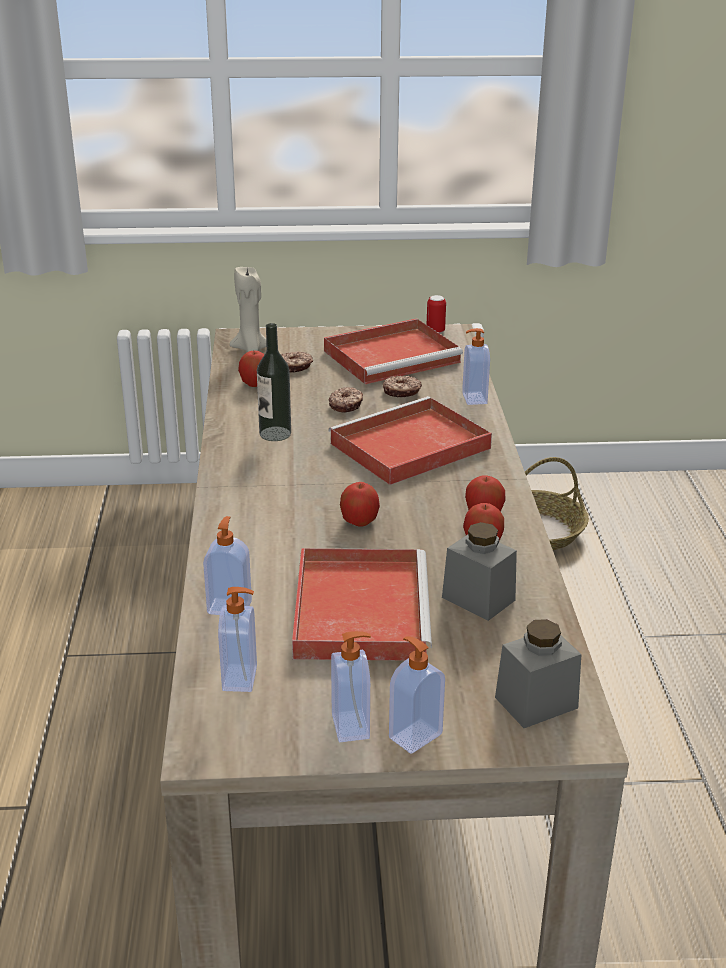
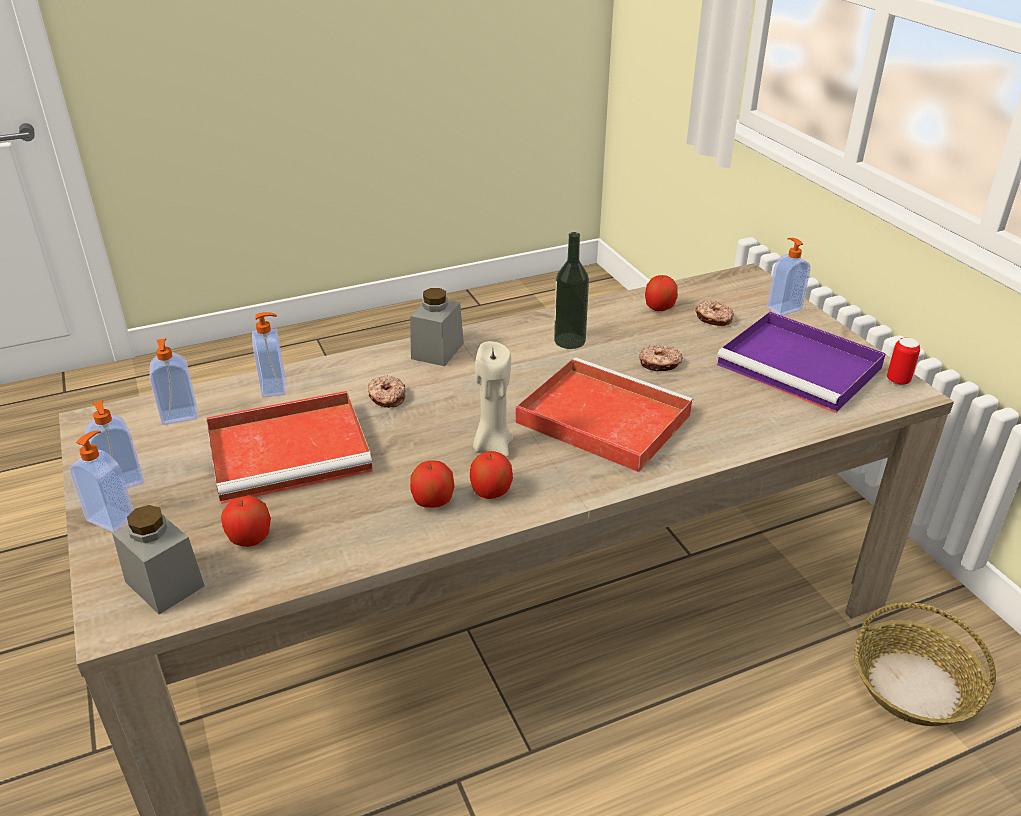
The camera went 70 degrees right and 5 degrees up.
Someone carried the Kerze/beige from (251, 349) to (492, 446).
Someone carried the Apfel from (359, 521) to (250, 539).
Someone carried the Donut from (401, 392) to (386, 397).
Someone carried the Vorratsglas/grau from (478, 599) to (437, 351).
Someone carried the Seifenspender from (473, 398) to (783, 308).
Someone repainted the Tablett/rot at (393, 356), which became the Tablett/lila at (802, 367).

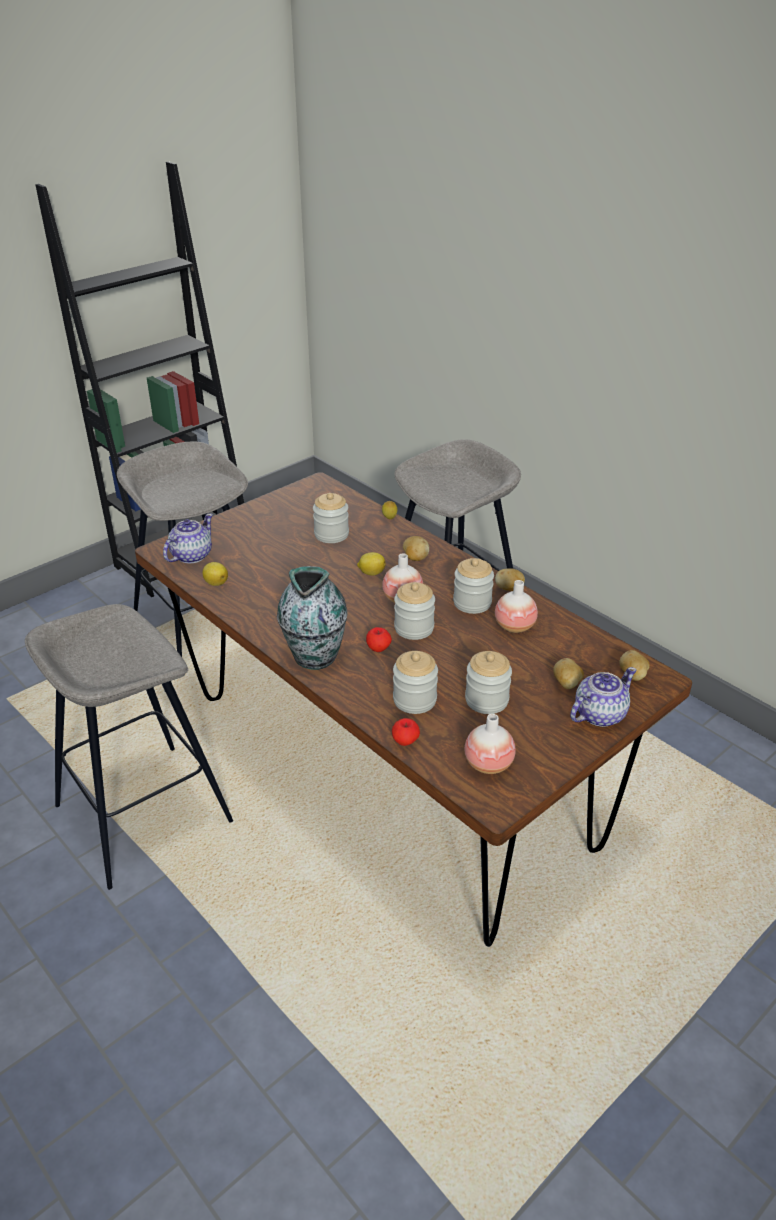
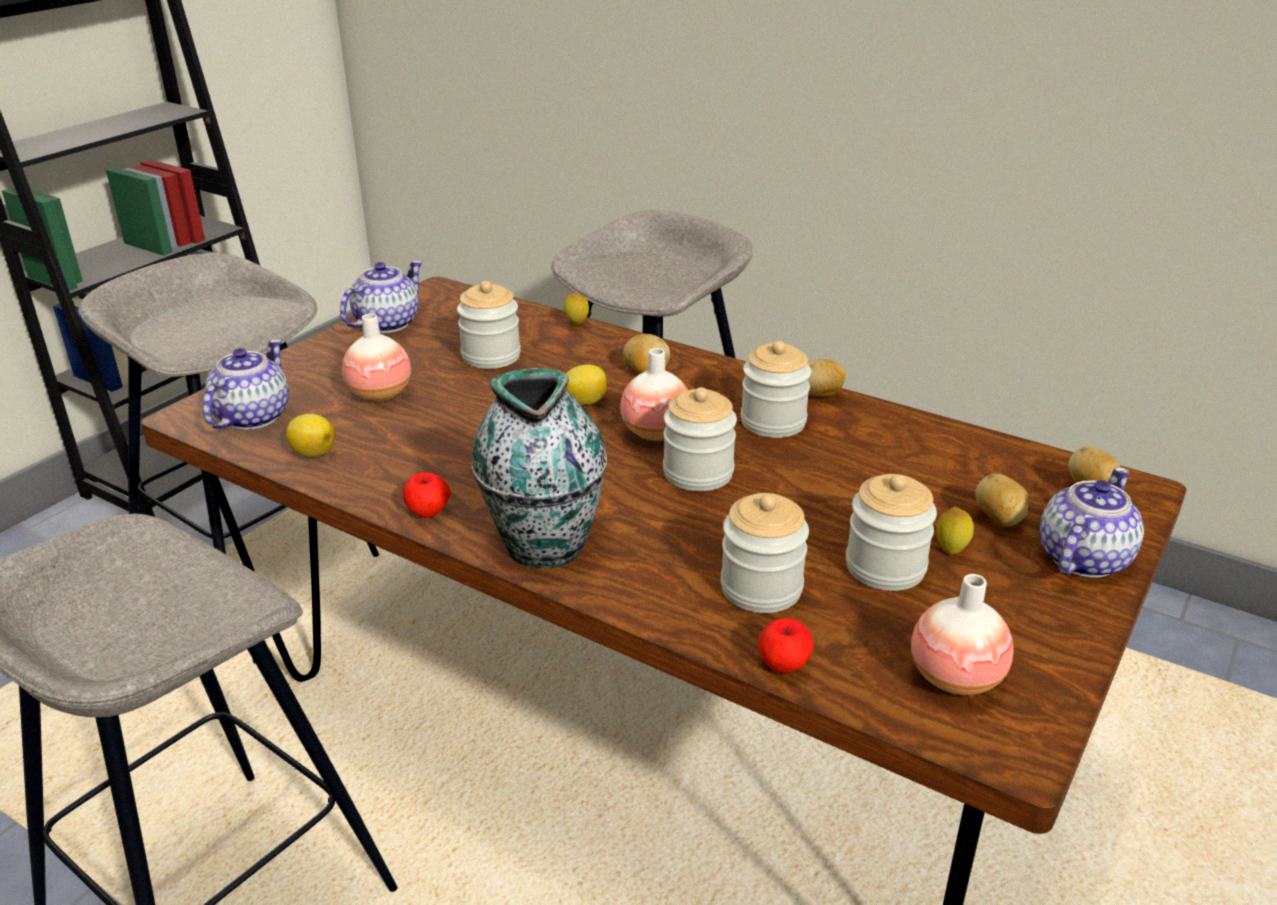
The camera went 15 degrees left and 5 degrees down.
Someone put down the Teekanne at (386, 323).
Someone put down the Zitrone at (951, 550).
Someone carried the Apfel from (378, 648) to (428, 512).
Someone carried the Vase from (514, 627) to (380, 394).

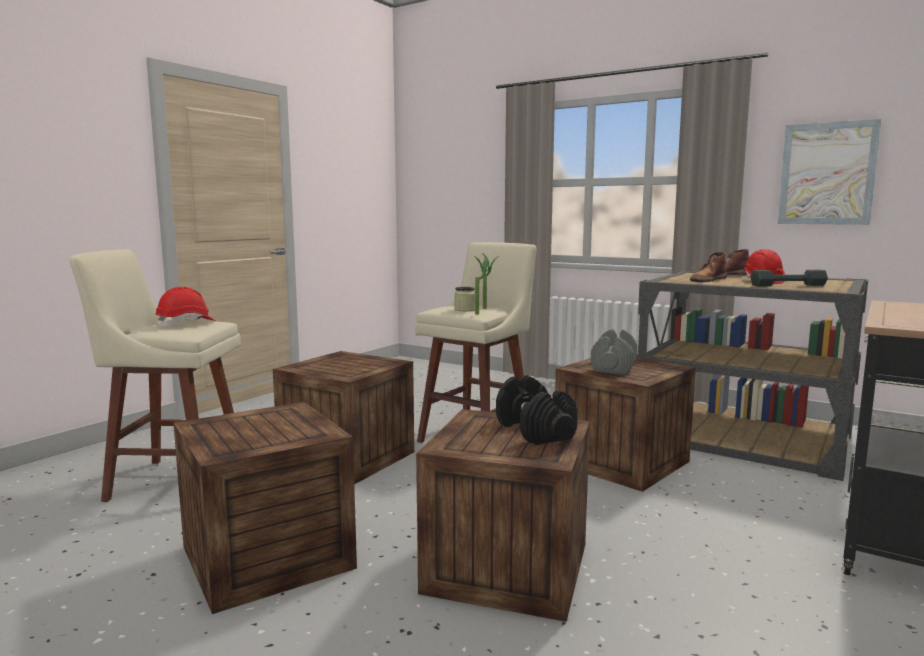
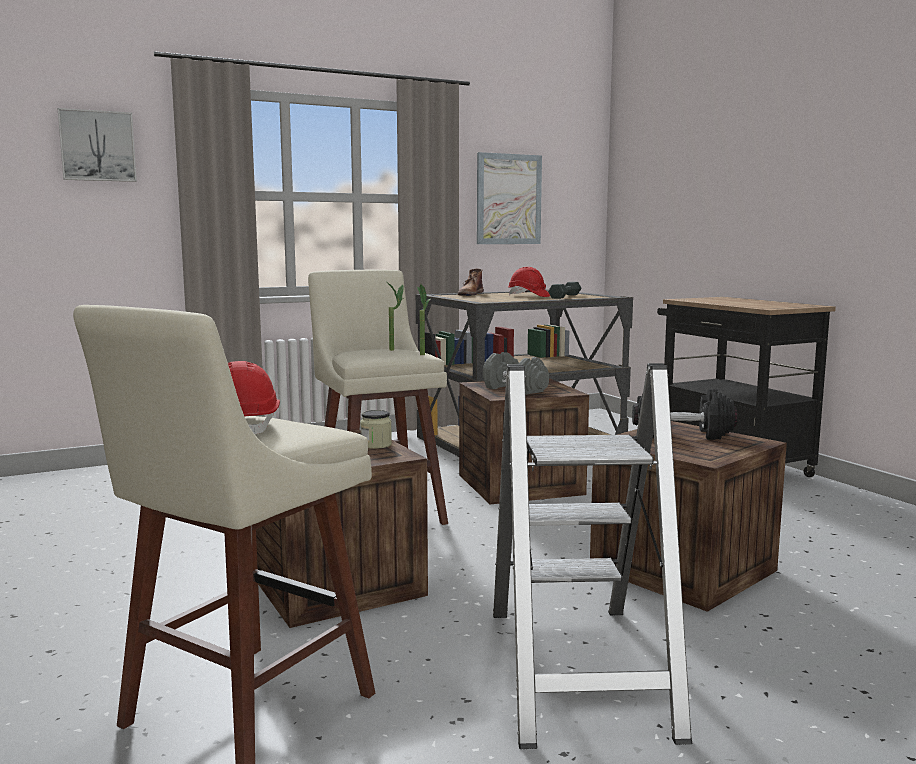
The camera went 60 degrees left and 0 degrees up.
Someone took away the Stiefel/braun at (707, 280).
Someone put up the Bild at (97, 146).
Someone carried the Vorratsglas from (464, 309) to (376, 445).
Someone swapped the Kiste at (267, 557) for the Trittleiter/grau at (578, 671).

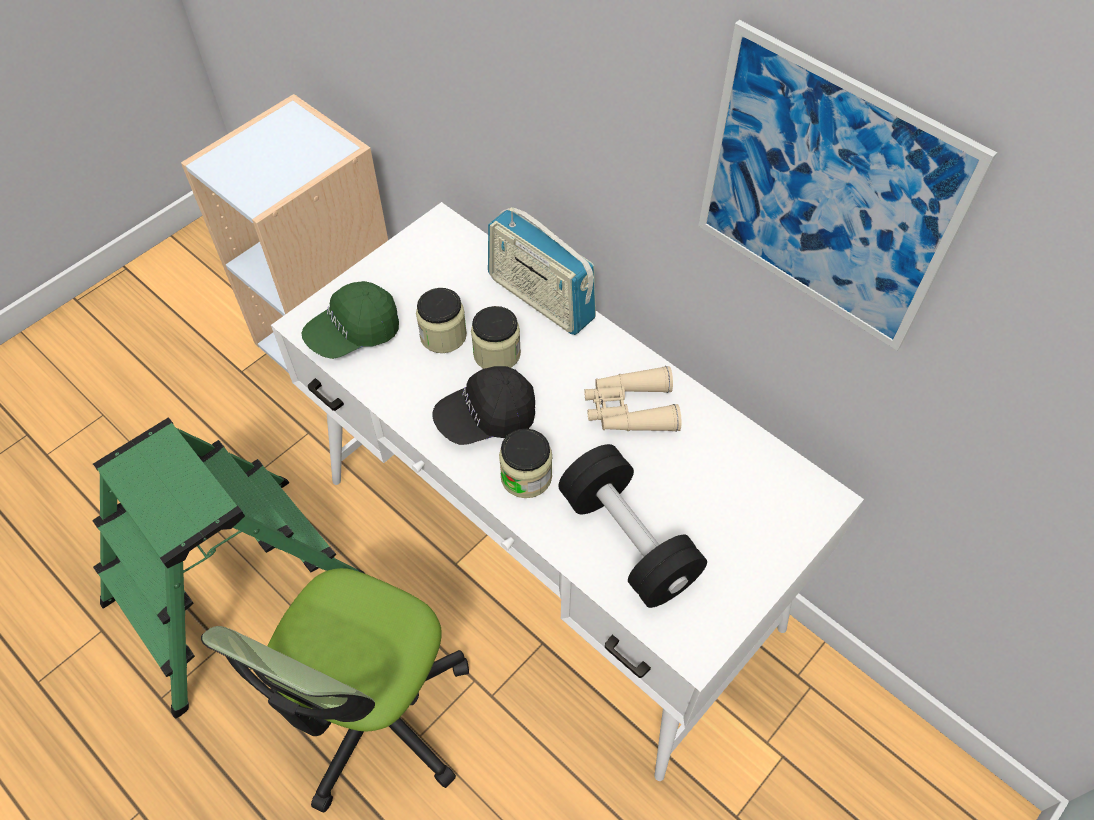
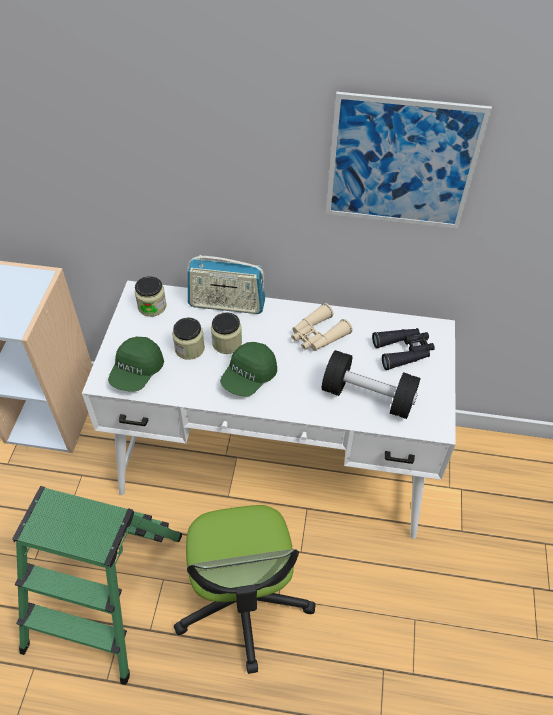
The camera went 35 degrees left and 5 degrees down.
Someone put down the Fernglas/schwarz at (403, 351).
Someone carried the Vorratsglas from (526, 476) to (152, 306).
Someone repainted the Kappe/schwarz at (486, 417), which became the Kappe/grün at (249, 377).

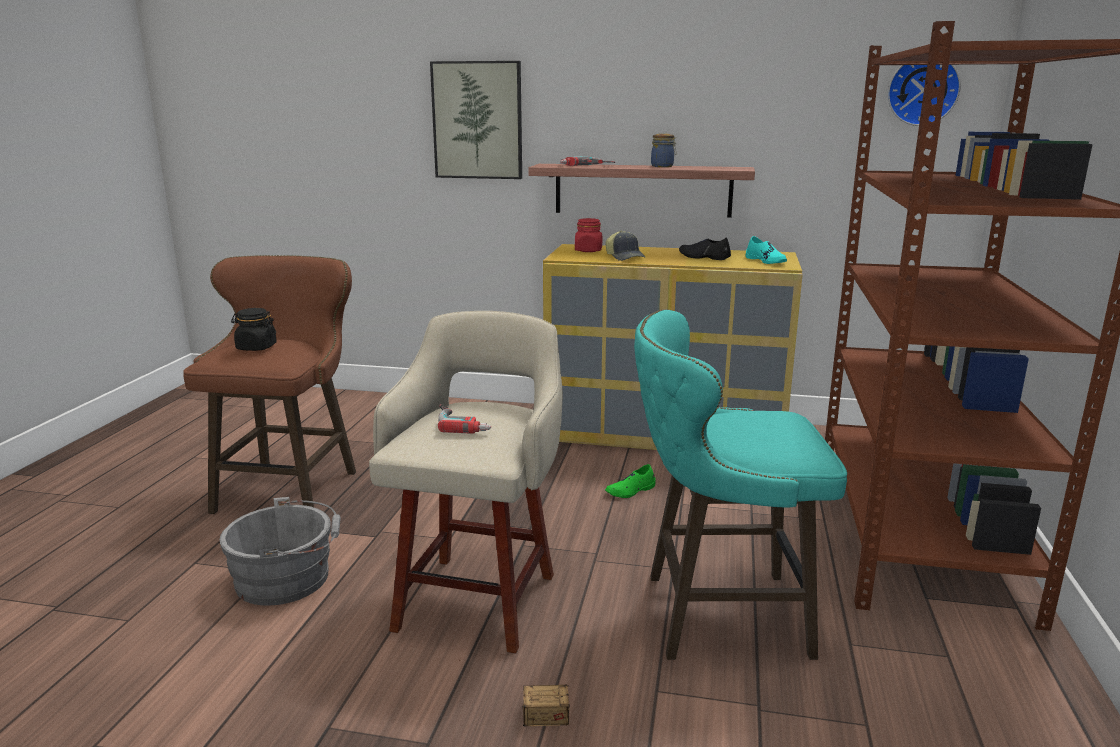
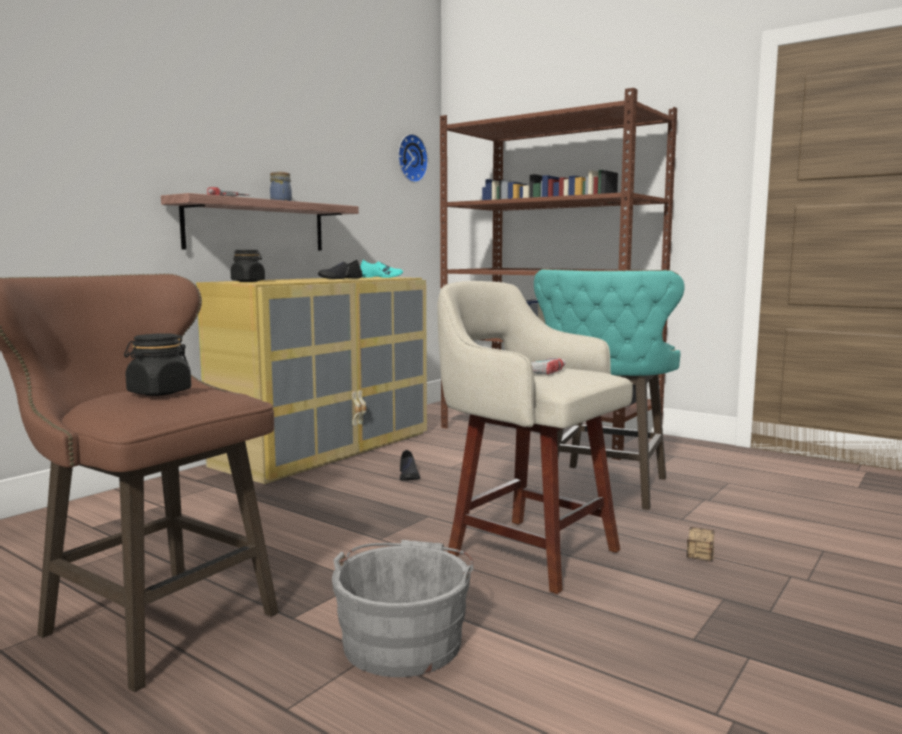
The camera went 65 degrees left and 10 degrees down.
Someone took away the Bild at (478, 120).
Someone took away the Kappe at (625, 257).
Someone repainted the Vorratsglas/rot at (588, 250), which became the Vorratsglas/schwarz at (248, 281).
Someone repainted the Schuh/grün at (630, 491), which became the Schuh/schwarz at (408, 475).

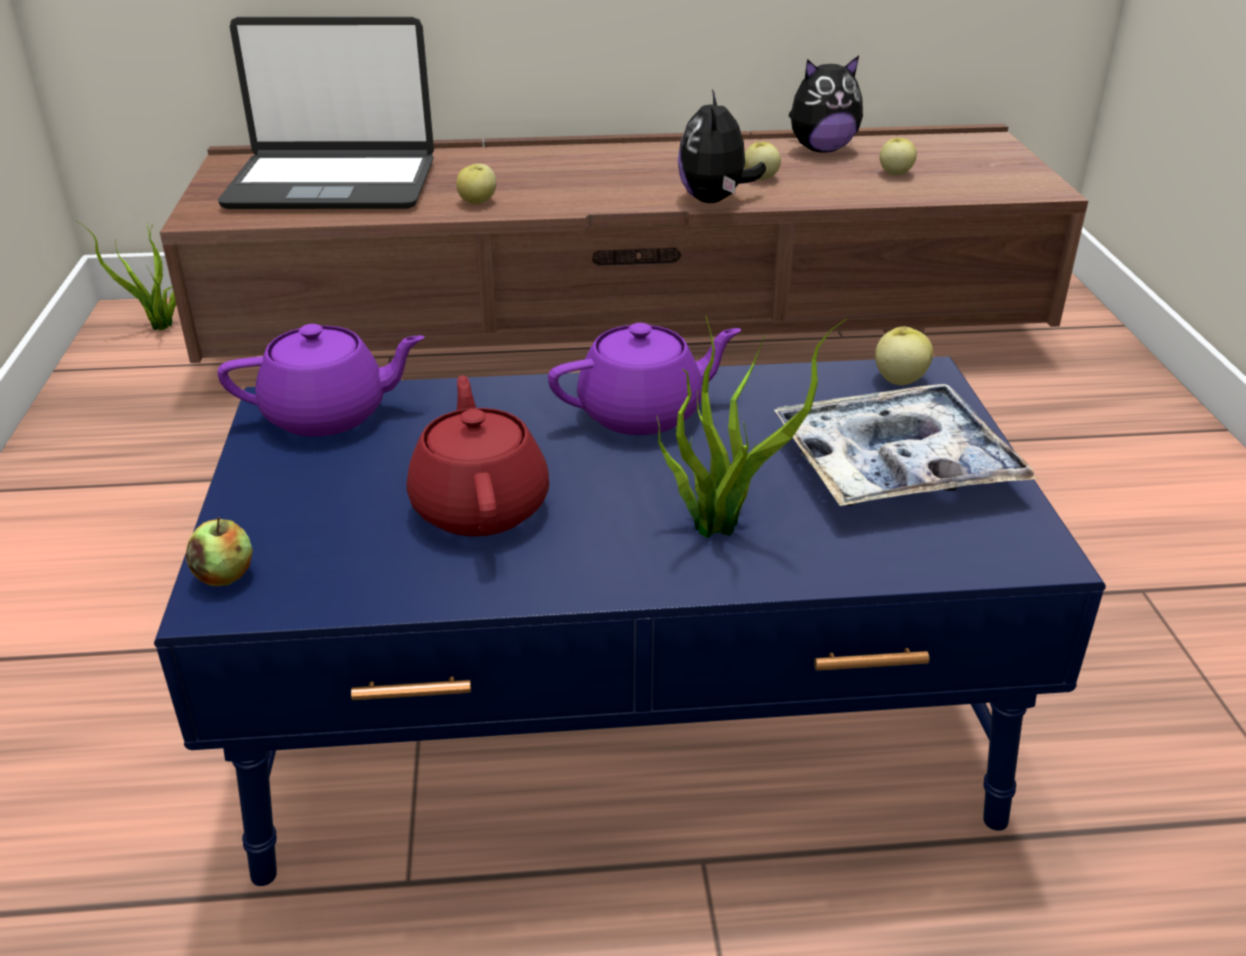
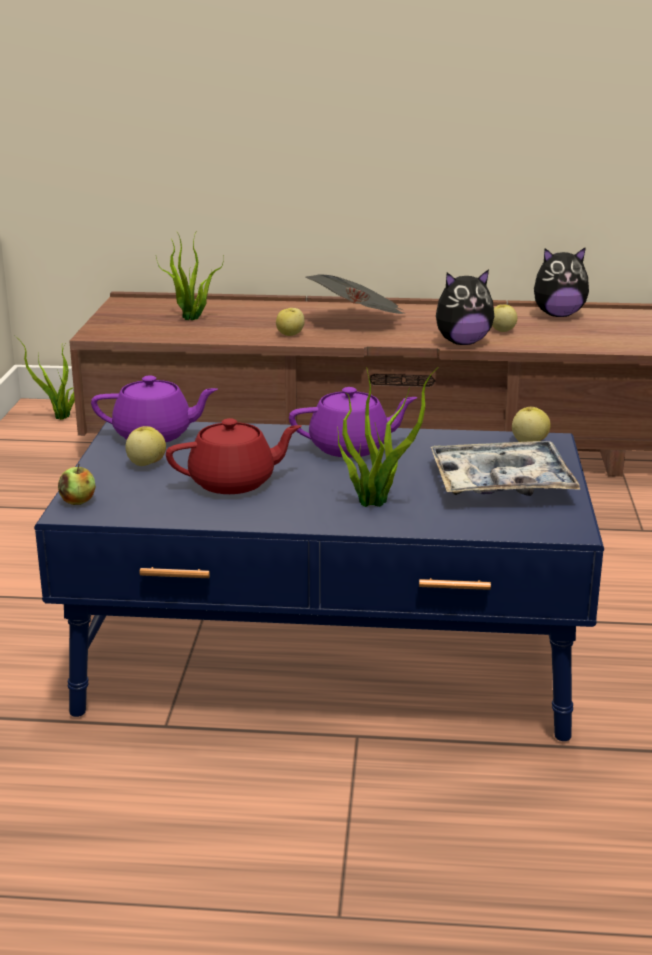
The camera went 10 degrees right and 10 degrees down.
Someone put down the Zeitung at (359, 322).
Someone carried the Apfel from (895, 174) to (146, 464).
Someone swapped the Laptop at (333, 184) for the Topfpflanze at (192, 318).
Someone rotated the Teekanne/rot at (481, 505) by 75 degrees clockwise.
Someone rotated the Plüschtier at (715, 200) by 120 degrees counterclockwise.

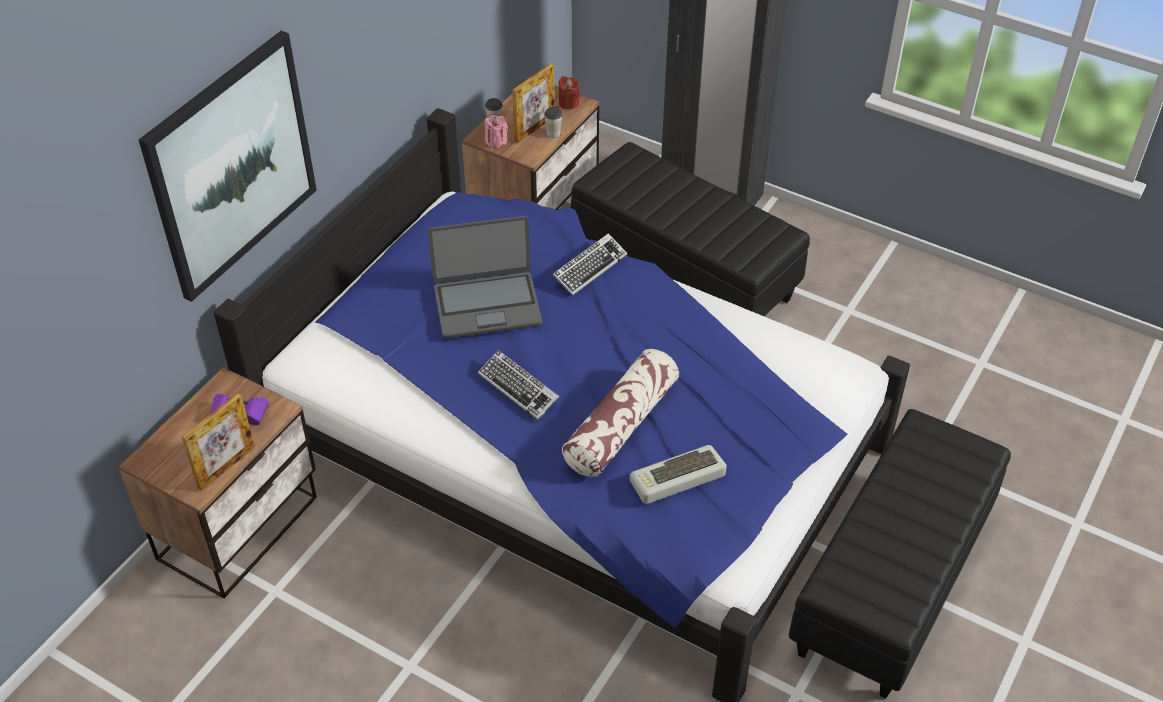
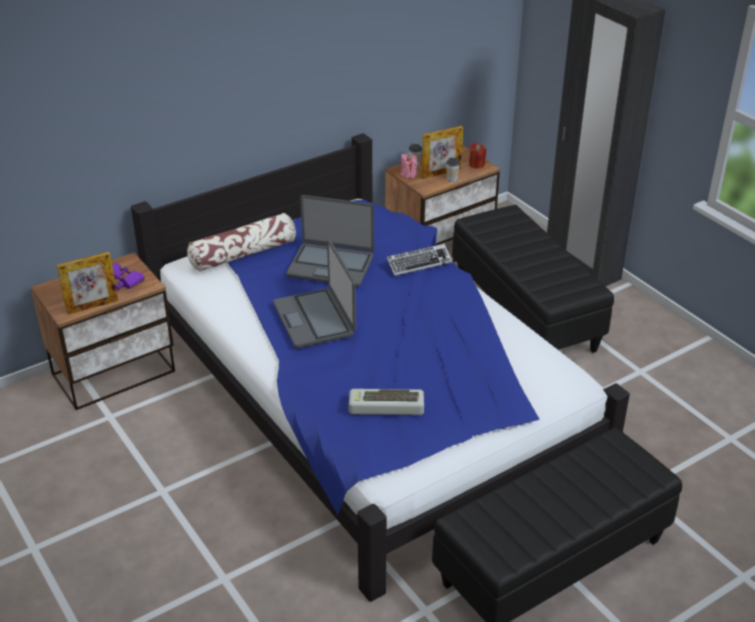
The camera went 25 degrees right and 10 degrees down.
Someone took away the Bild at (231, 165).
Someone carried the Kissen from (621, 425) to (243, 254).
Someone swapped the Tastatur at (518, 388) for the Laptop at (315, 319).

